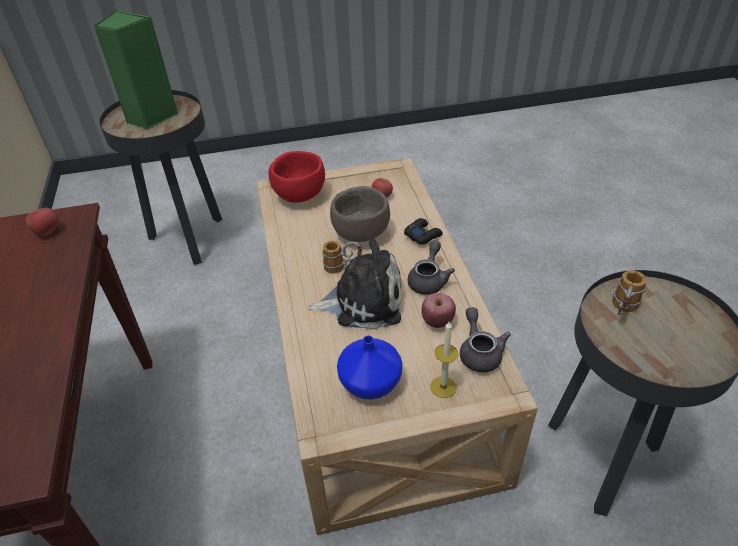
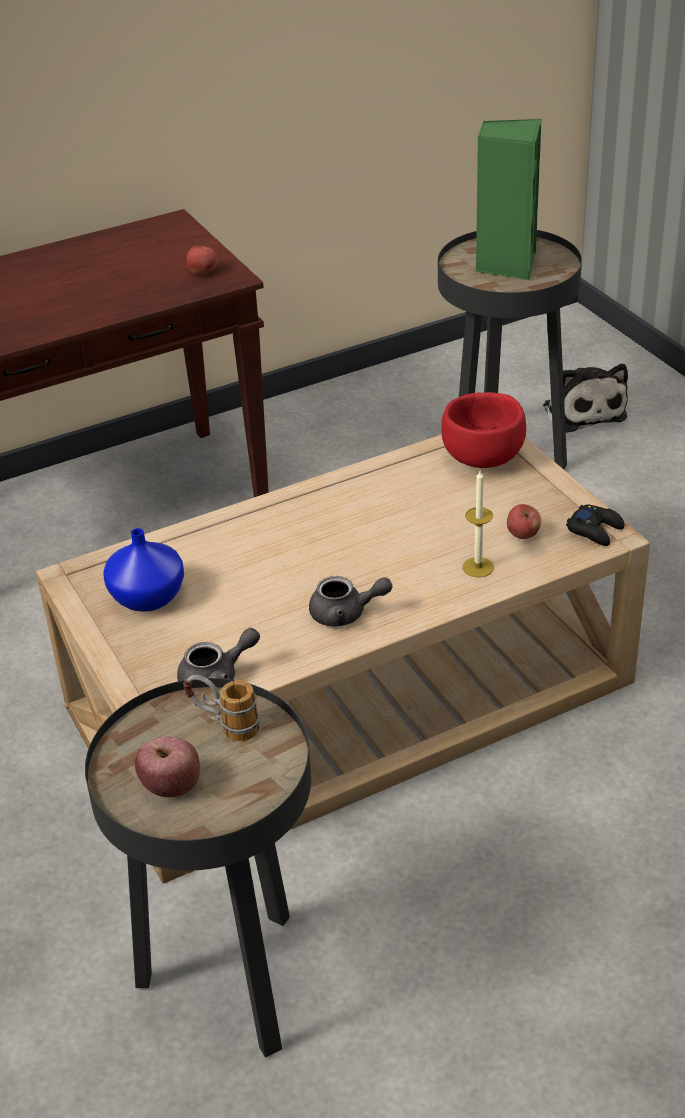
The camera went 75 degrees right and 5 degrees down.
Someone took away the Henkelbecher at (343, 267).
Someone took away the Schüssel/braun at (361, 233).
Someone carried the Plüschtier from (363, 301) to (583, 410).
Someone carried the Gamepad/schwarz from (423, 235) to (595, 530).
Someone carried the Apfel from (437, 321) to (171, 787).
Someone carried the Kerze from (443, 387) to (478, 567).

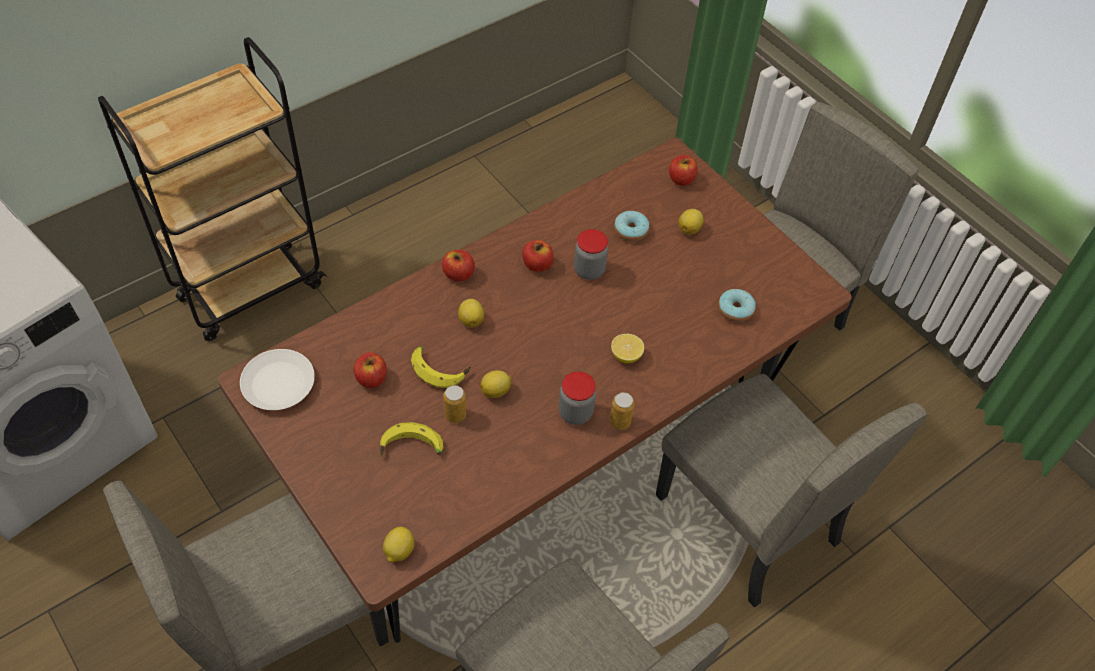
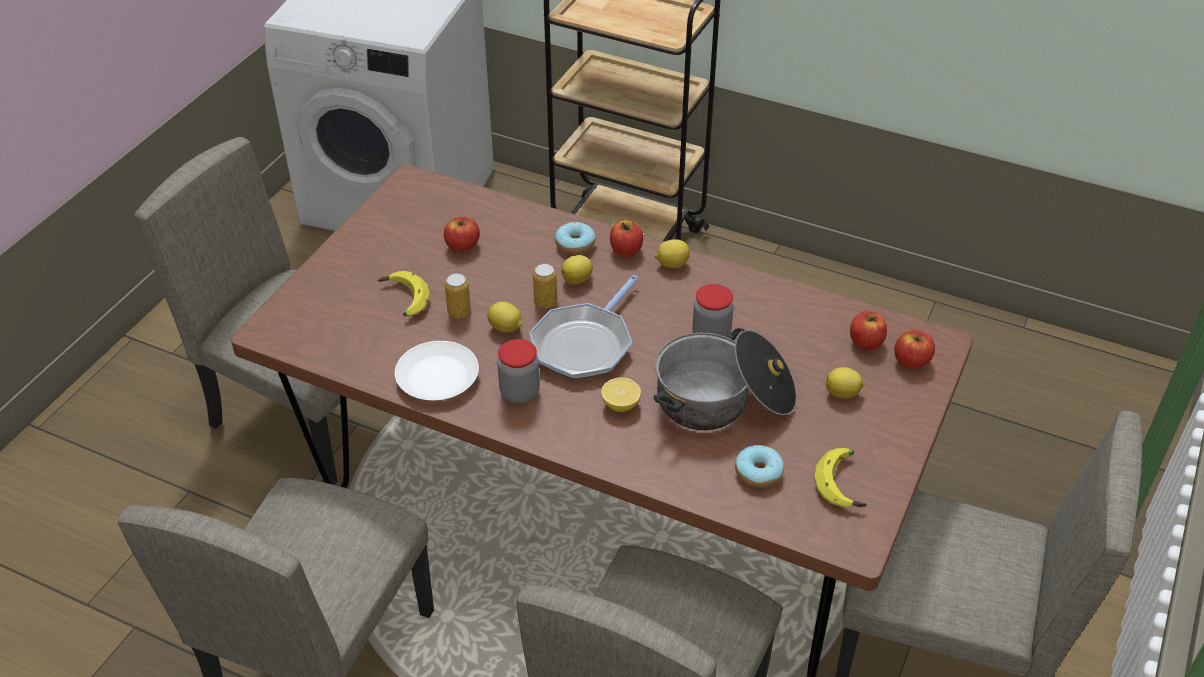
The camera went 65 degrees right and 10 degrees down.
Someone put down the Pfanne at (584, 344).
Someone put down the Kochtopf at (723, 400).
Someone carried the Teller/weiß from (279, 383) to (438, 377).
Someone carried the Zitrone from (399, 551) to (671, 264).
Someone carried the Banane from (440, 368) to (844, 483).
Someone carried the Apfel from (537, 265) to (866, 342).
Someone carried the Dose from (620, 422) to (545, 302).
Someone carried the Donut from (631, 230) to (575, 244).

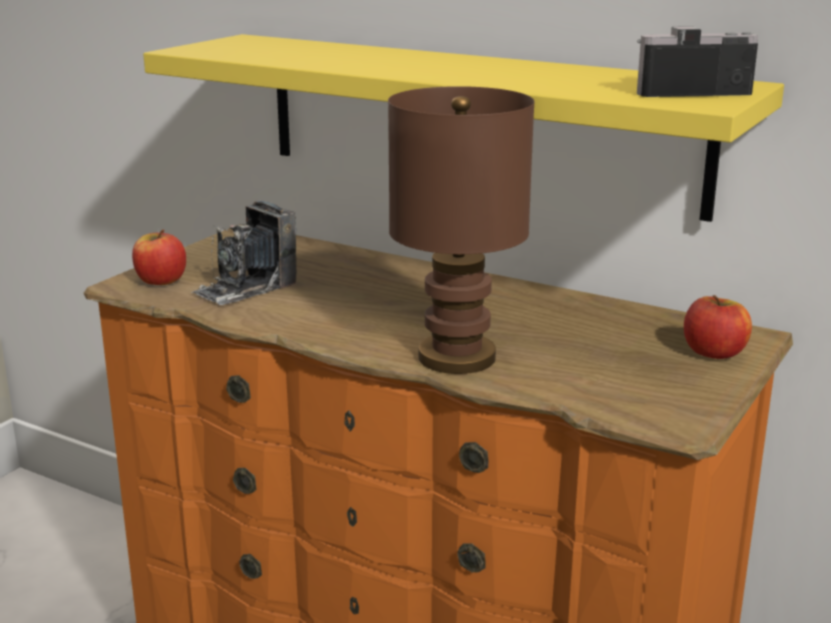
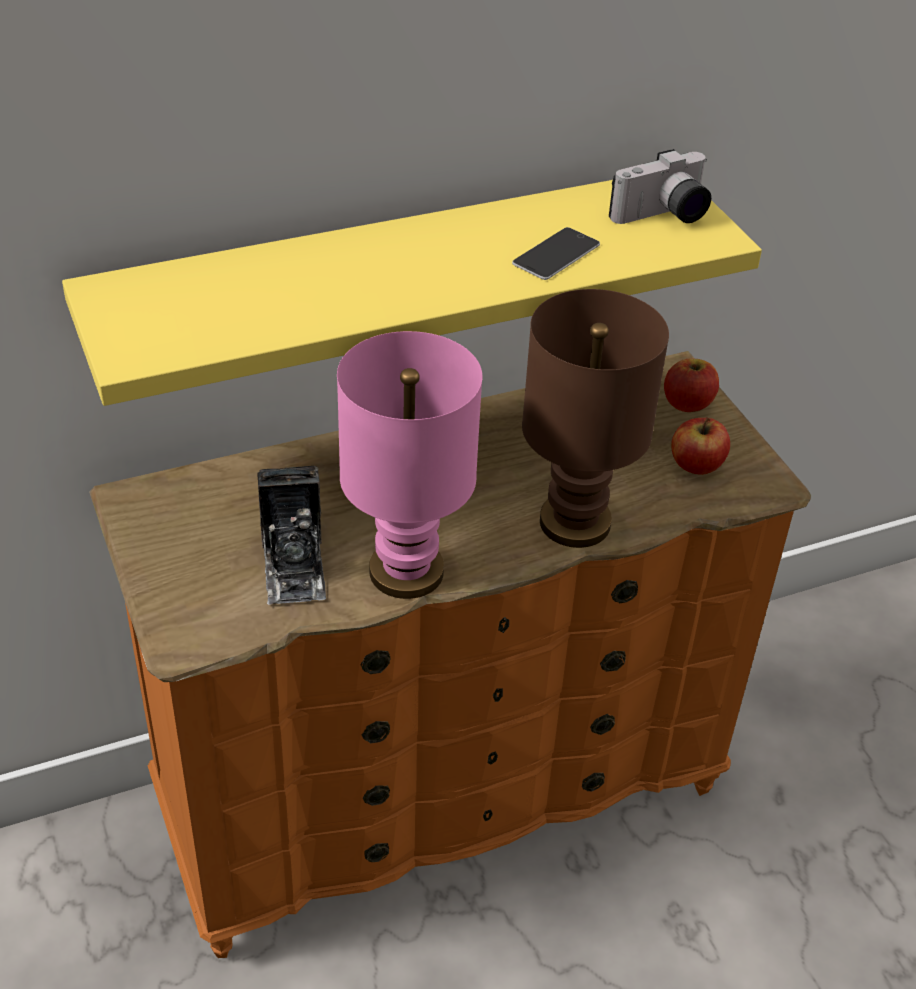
The camera went 55 degrees left and 20 degrees up.
Someone put down the Tischlampe/rosa at (405, 573).
Someone put down the Handy at (556, 254).
Someone carried the Apfel from (161, 281) to (697, 464).
Someone rotated the Kamera at (687, 90) by 150 degrees counterclockwise.

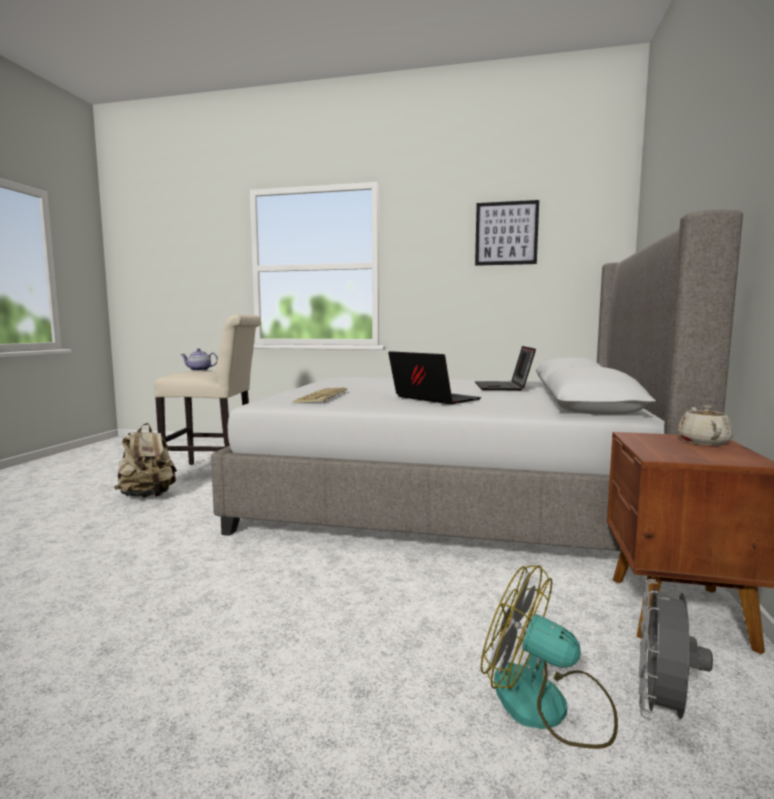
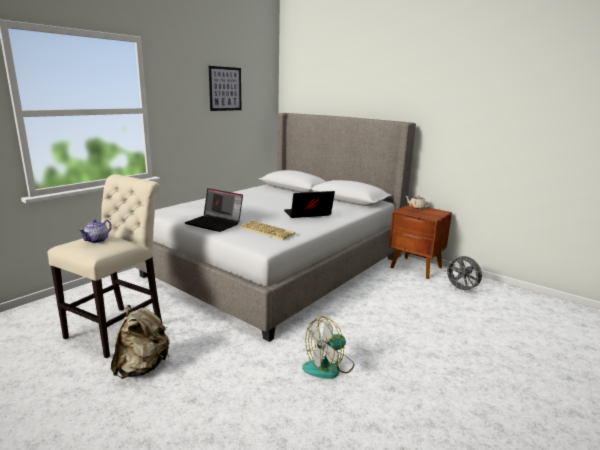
The camera went 65 degrees left and 10 degrees up.
Someone carried the Laptop from (503, 387) to (215, 223).
Someone carried the Ventilator from (548, 706) to (329, 367).

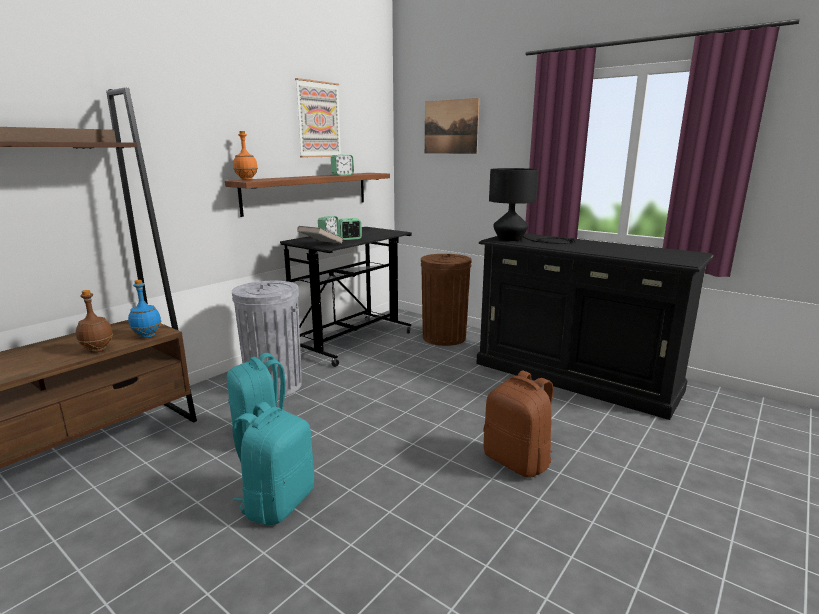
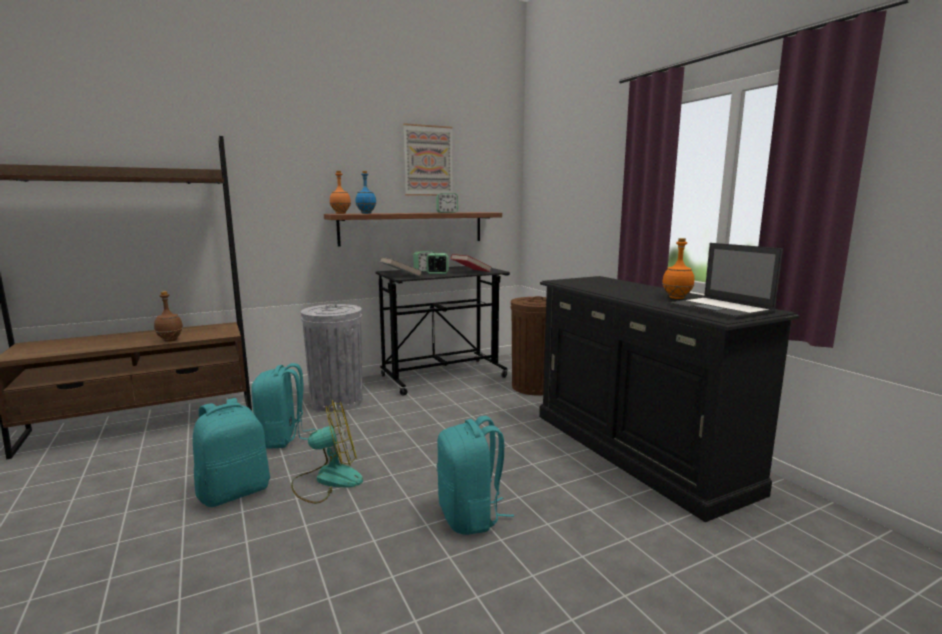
The camera went 25 degrees right and 5 degrees down.
Someone took away the Bild at (450, 127).
Someone took away the Tischlampe/schwarz at (526, 239).
Someone put down the Ventilator at (327, 480).
Someone put down the Buch/rot at (471, 272).
Someone put down the Flasche/orange at (676, 298).
Someone put down the Laptop at (720, 309).
Someone carried the Flasche/blau from (147, 336) to (366, 213).
Someone repainted the Rucksack/braun at (518, 461), which became the Rucksack/türkis at (470, 516).

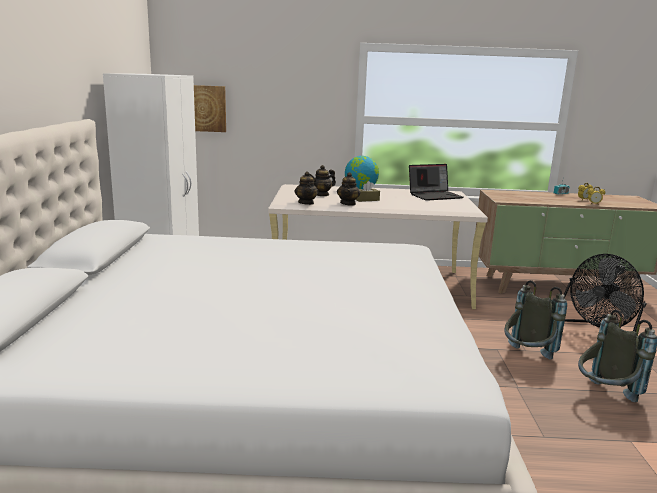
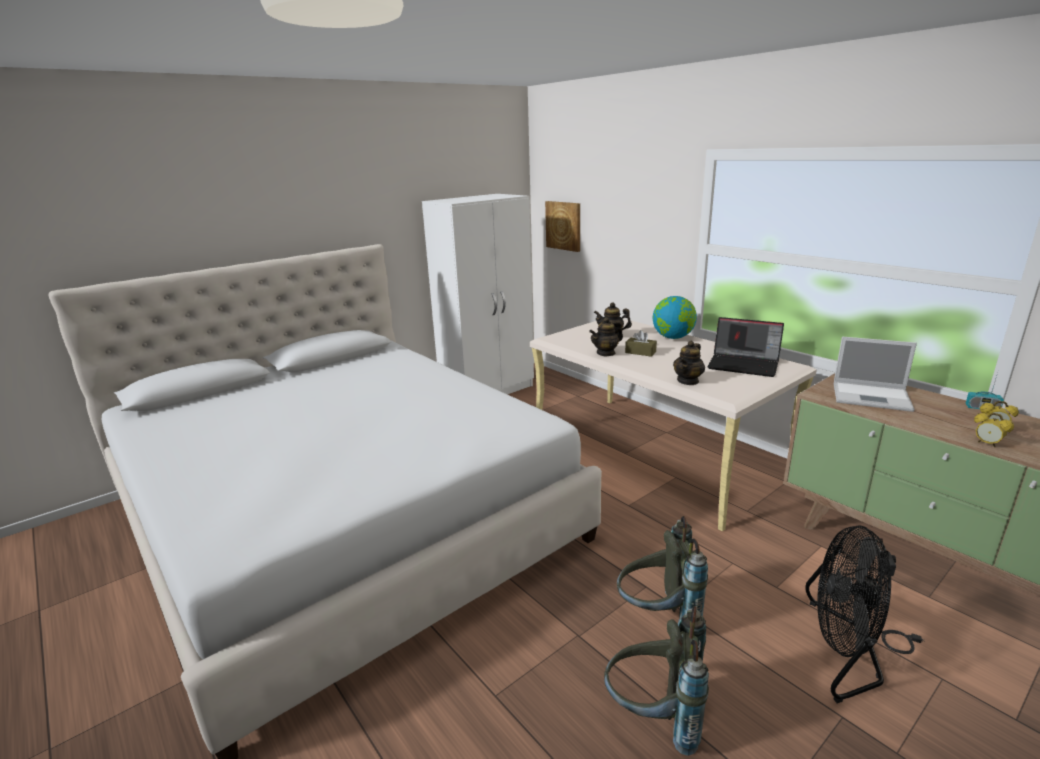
The camera went 50 degrees right and 5 degrees up.
Someone put down the Laptop at (873, 397).
Someone carried the Teekanne from (306, 203) to (688, 381).

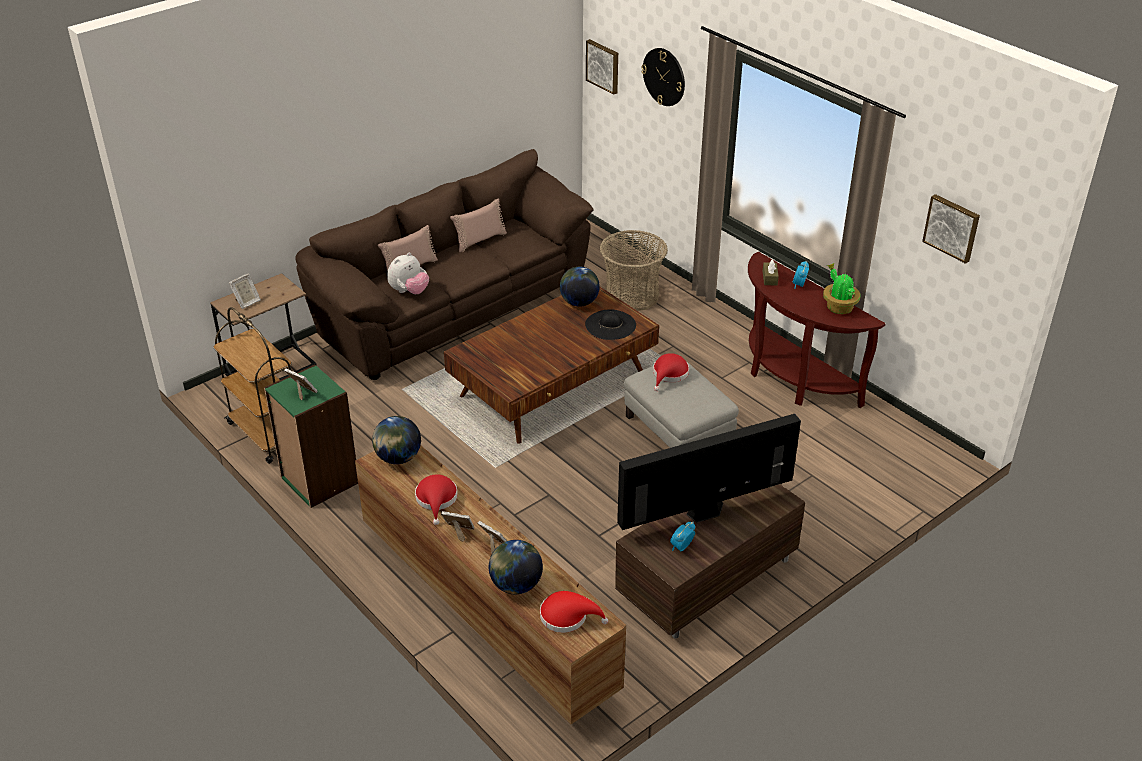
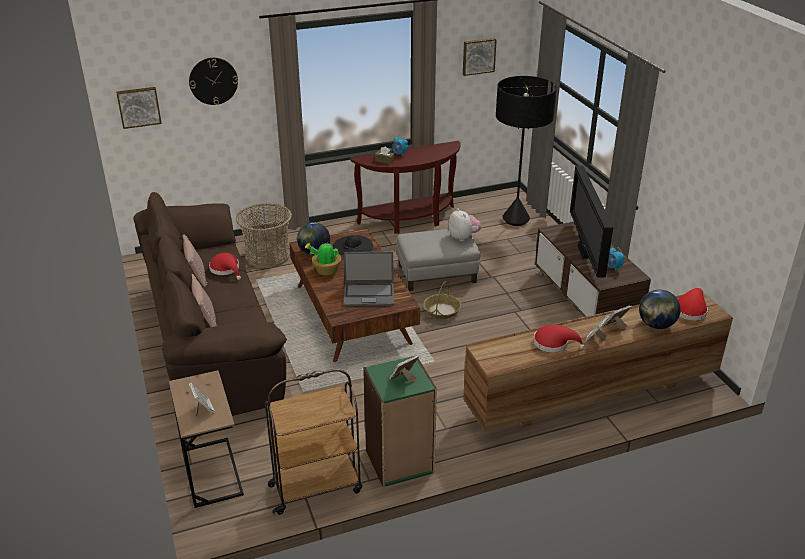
The camera went 70 degrees left and 5 degrees down.
Someone took away the Globus at (398, 458).
Someone put down the Laptop at (369, 295).
Someone put down the Korb at (442, 310).
Someone put down the Stehlampe/schwarz at (515, 220).
Someone carried the Plüschtier from (409, 291) to (463, 237).
Someone carried the Hut/rot from (669, 374) to (226, 269).
Someone carried the Topfpflanze from (838, 307) to (325, 271).

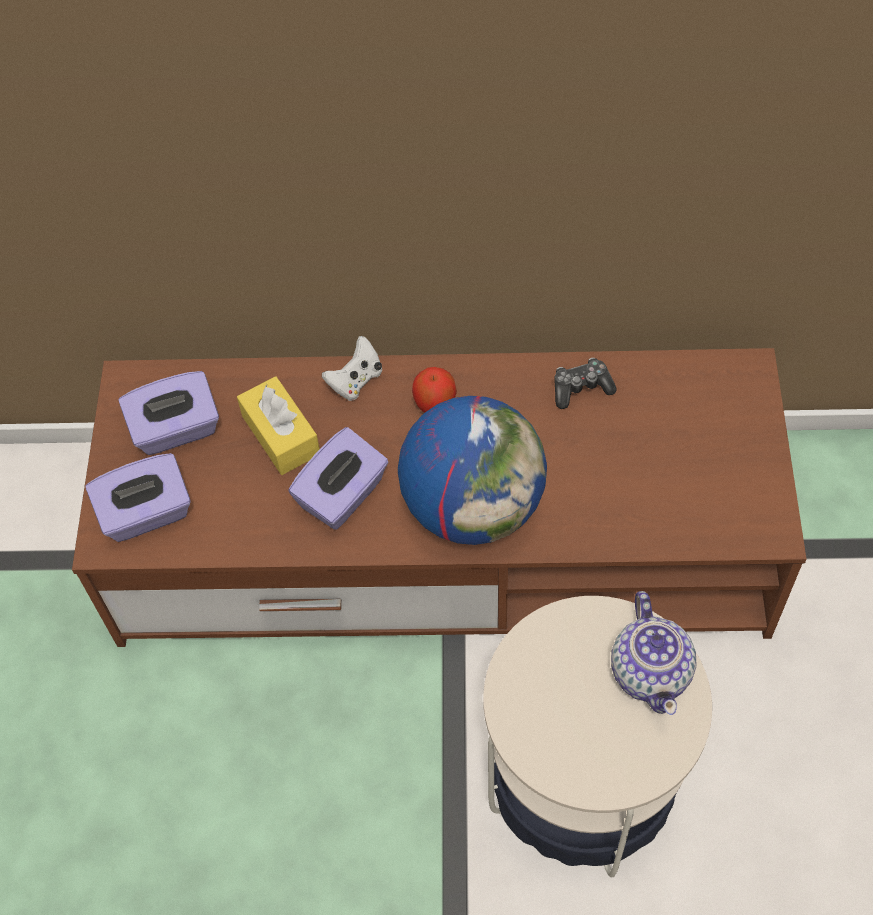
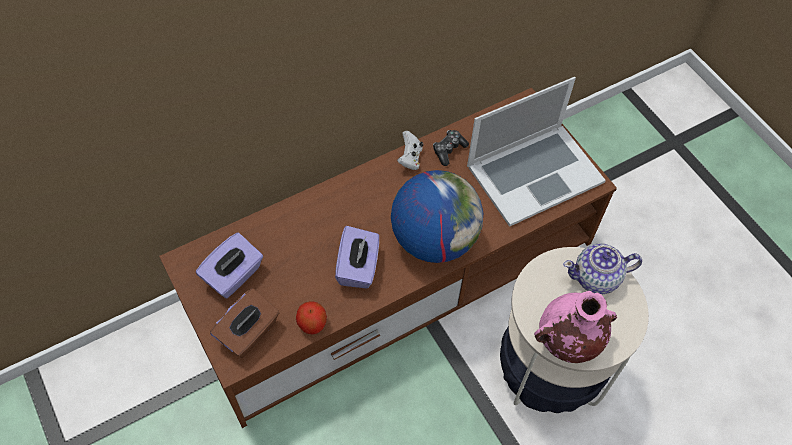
The camera went 35 degrees left and 0 degrees up.
Someone took away the Taschentuchbox/gelb at (281, 435).
Someone put down the Laptop at (534, 173).
Someone put down the Vase/rosa at (567, 341).
Someone carried the Gamepad/weiß from (356, 381) to (410, 158).
Someone carried the Apfel from (434, 403) to (312, 324).
Someone repainted the Taschentuchbox/lila at (147, 514), which became the Taschentuchbox/braun at (249, 333).
Someone rotated the Teekanne at (651, 671) by 120 degrees clockwise.

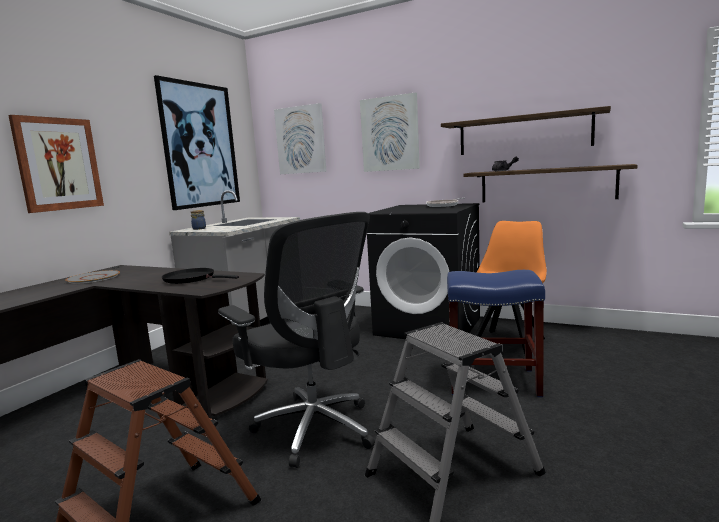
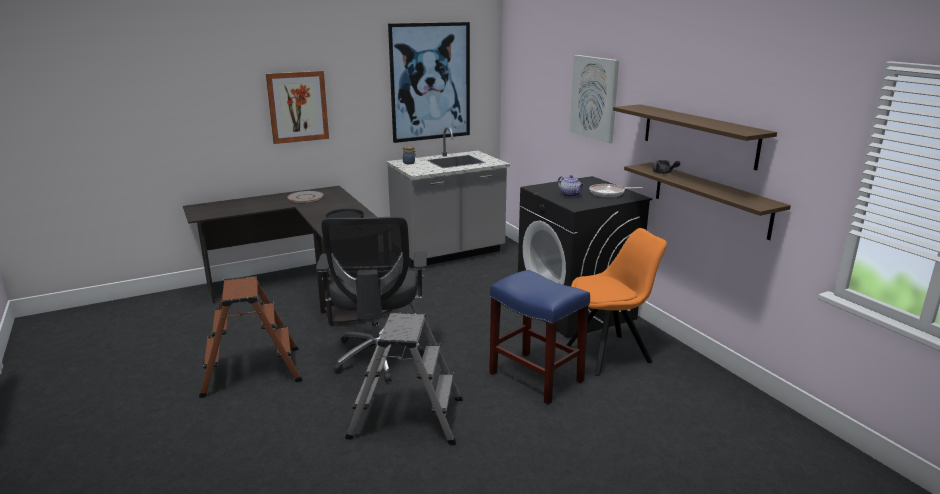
The camera went 35 degrees right and 10 degrees up.
Someone took away the Bild at (301, 140).
Someone put down the Teekanne at (570, 195).

